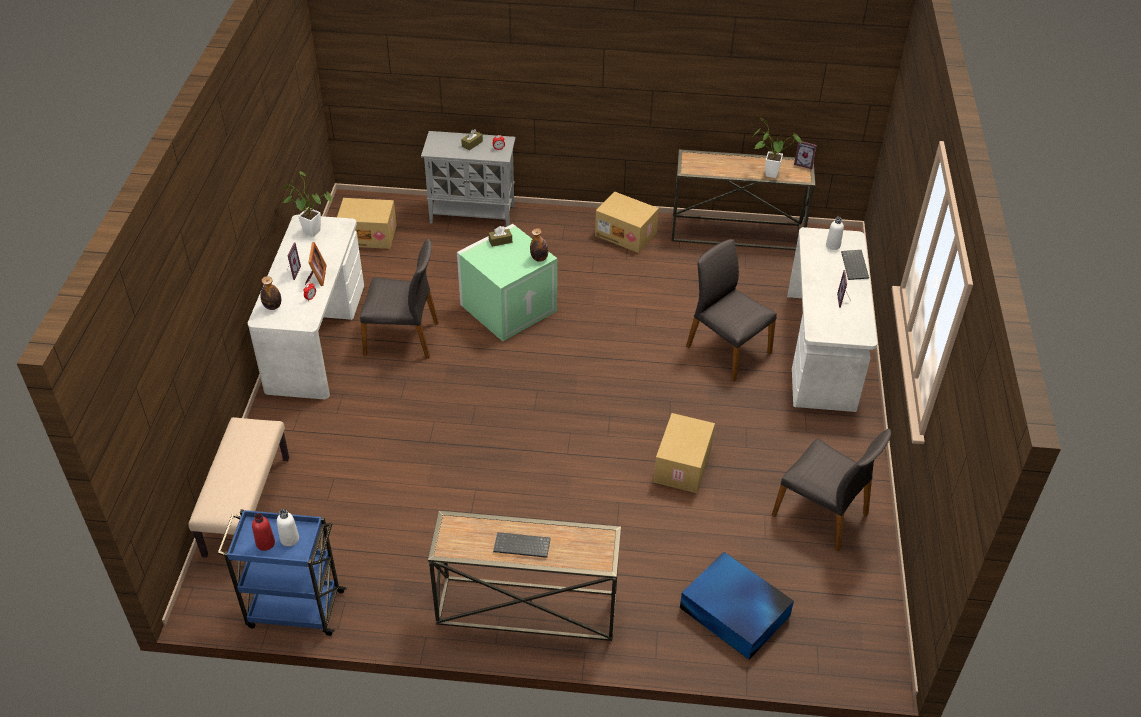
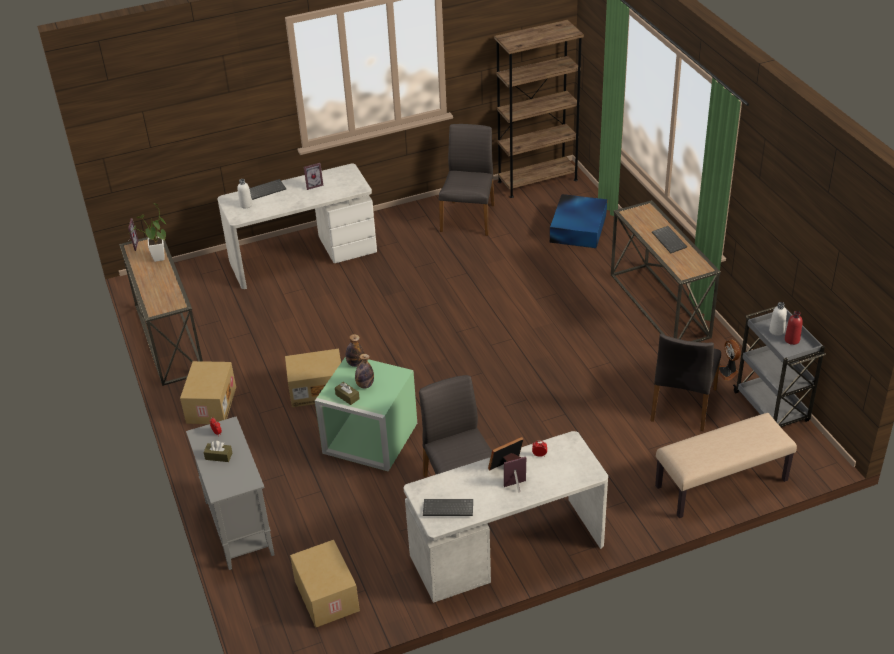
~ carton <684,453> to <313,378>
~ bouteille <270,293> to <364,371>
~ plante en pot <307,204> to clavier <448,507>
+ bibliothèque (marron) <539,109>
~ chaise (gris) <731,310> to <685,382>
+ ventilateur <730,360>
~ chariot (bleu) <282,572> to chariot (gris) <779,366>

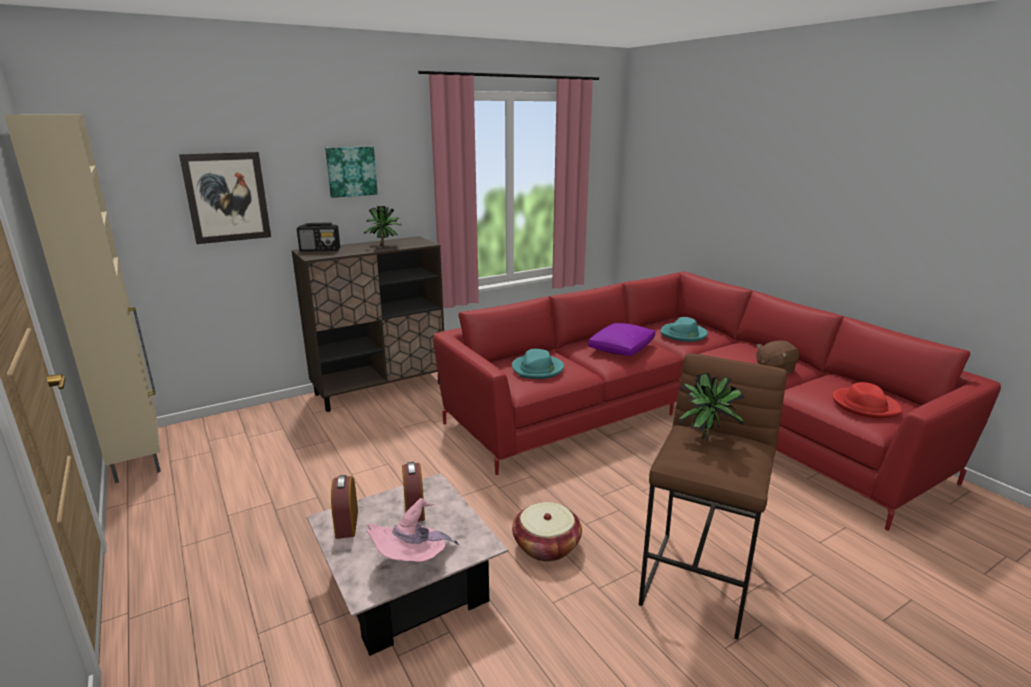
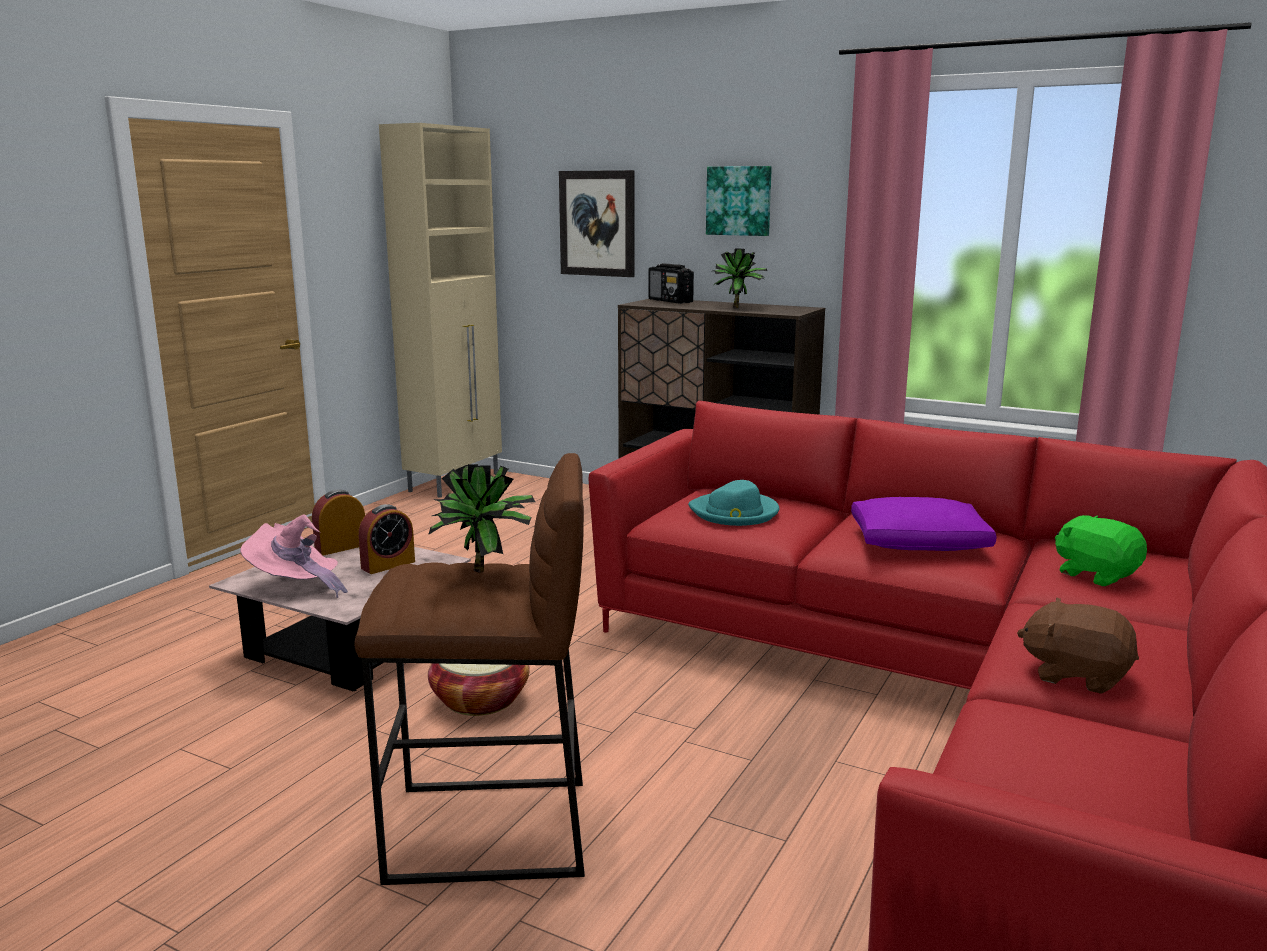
~ chapeau (turquoise) <684,329> to peluche (vert) <1101,550>
- chapeau (rouge) <867,400>

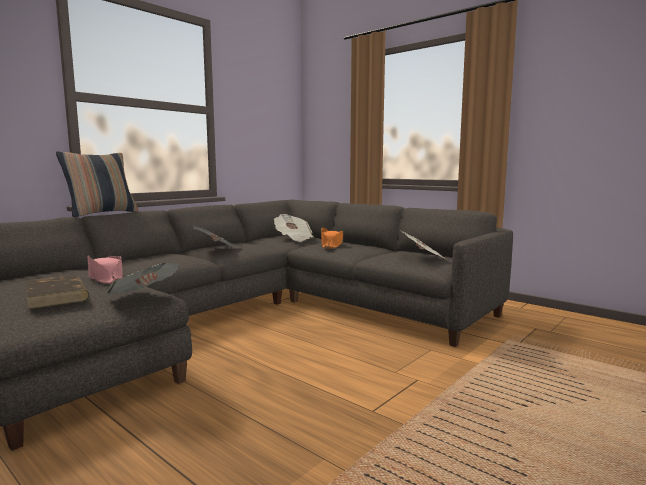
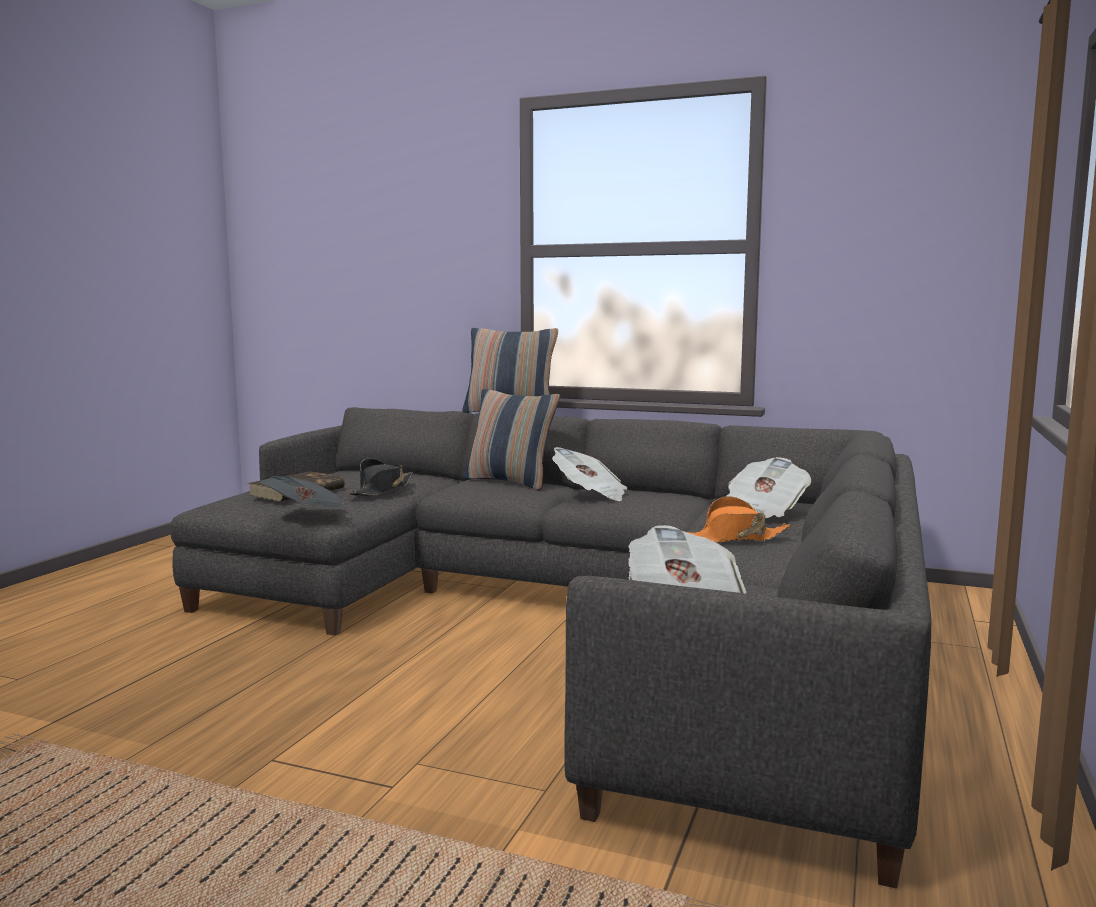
~ chapeau (rose) <105,270> to chapeau (noir) <380,477>
+ coussin <511,439>

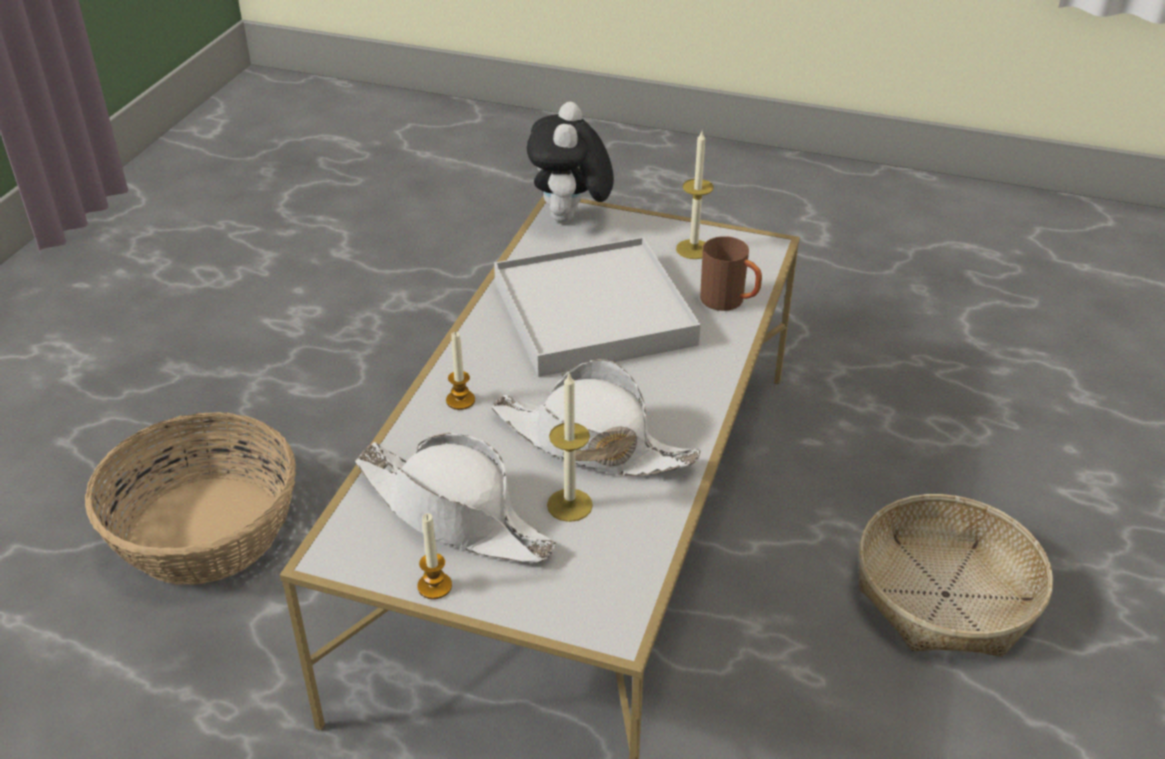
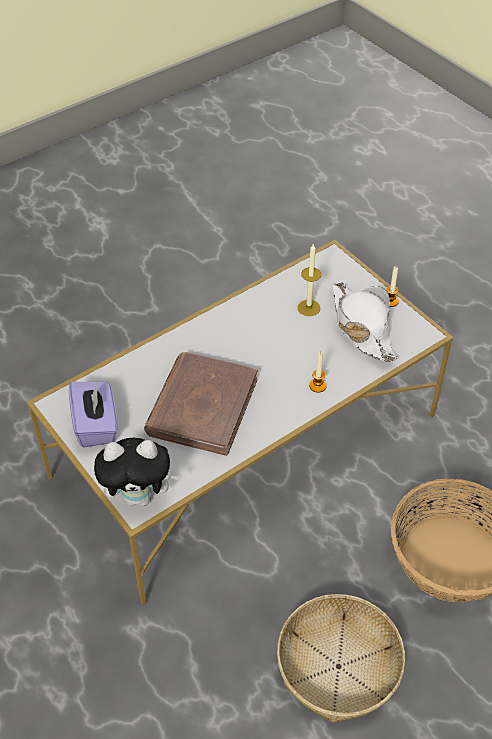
~ bougie <695,195> to boîte à mouchoirs (violet) <93,414>
~ peluche <570,162> = <138,472> 45 degrees clockwise
~ plateau (blanc) <597,307> to livre (marron) <200,404>
~ panier <956,575> to <341,658>
- chapeau (blanc) <596,417>
- mug (marron) <731,273>

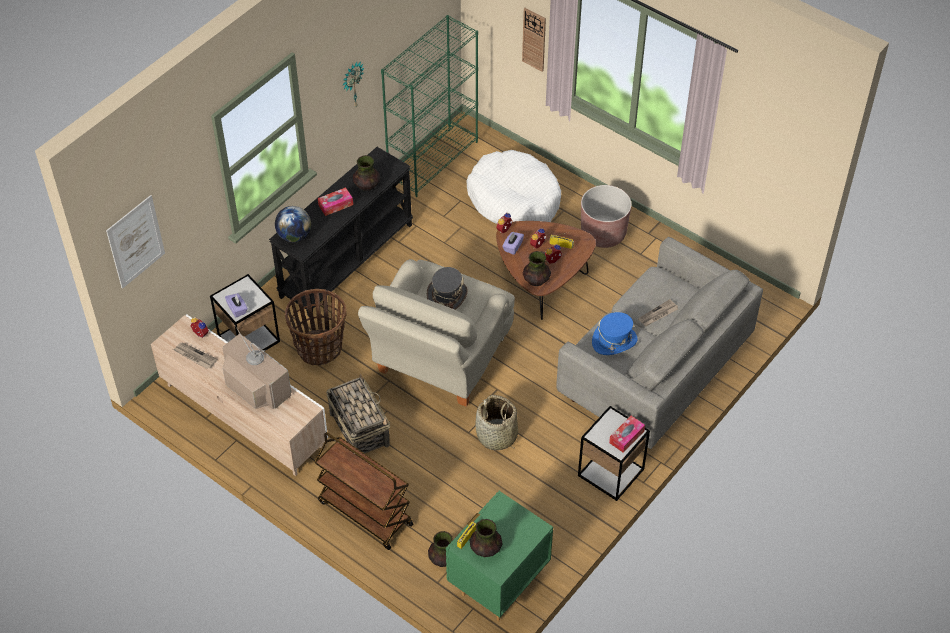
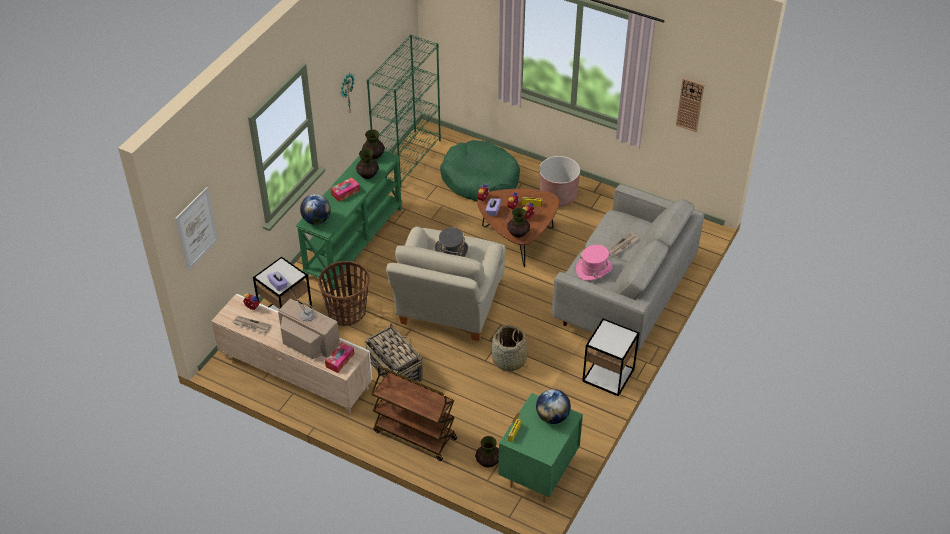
~ table console (noir) <341,232> to table console (vert) <349,220>
~ boîte à mouchoirs <627,434> to <339,357>
~ vase <486,538> to <373,144>
~ panier pour chien (blanc) <514,187> to panier pour chien (vert) <480,171>
+ globe <553,406>
~ chapeau (bleu) <615,333> to chapeau (rose) <594,263>
~ horloge murale <534,40> to <690,105>

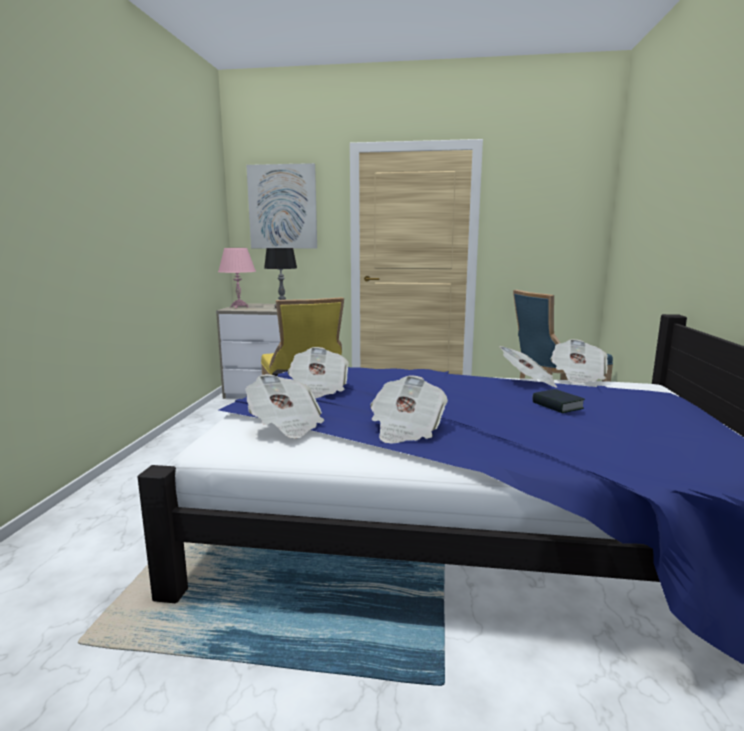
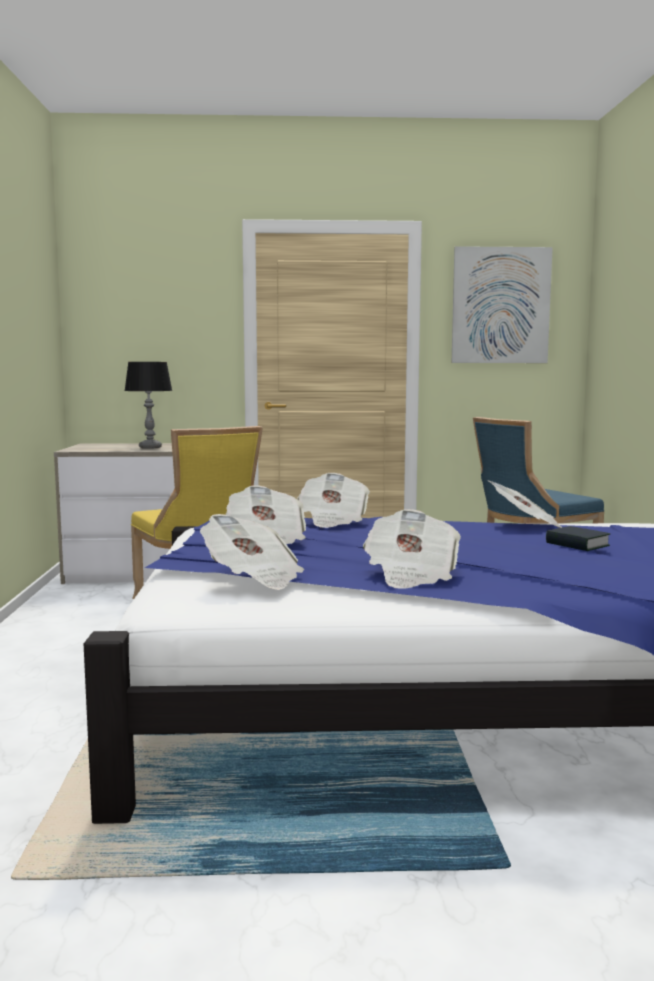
~ journal <579,361> to <333,500>
~ tableau <281,206> to <502,304>
- lampe de table (rose) <237,278>

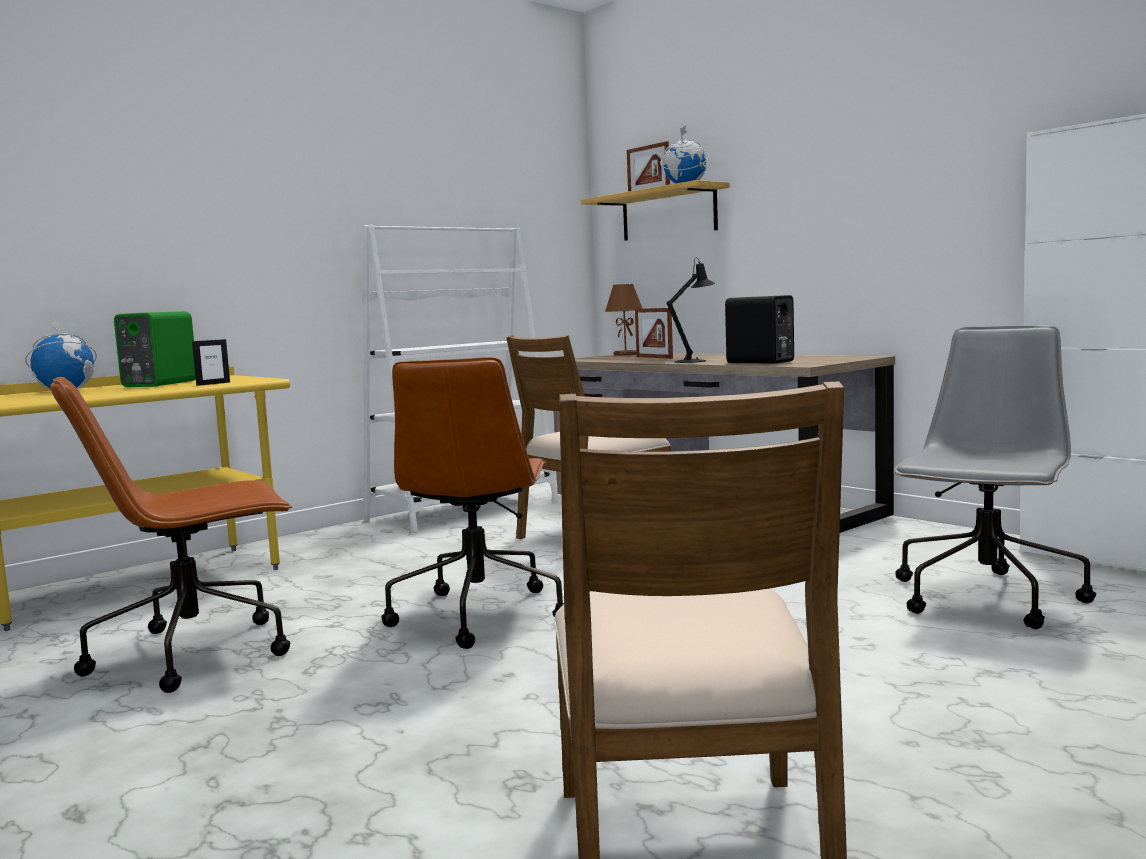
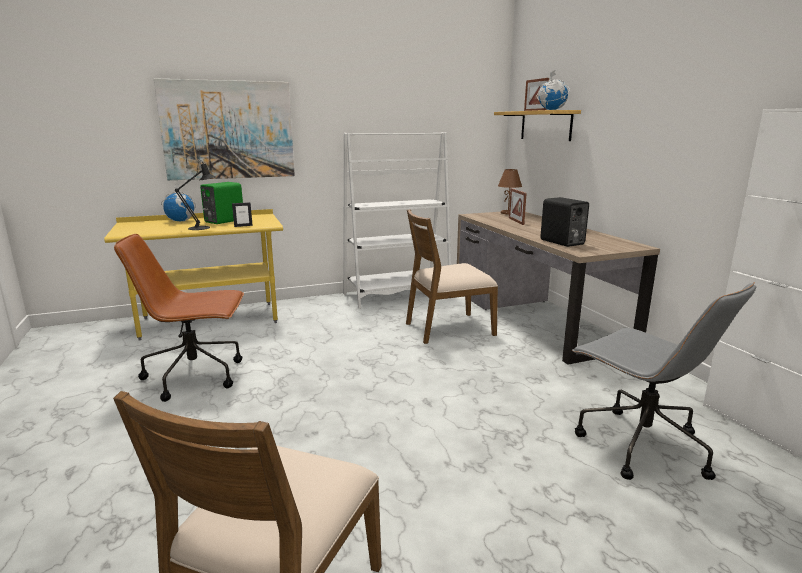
+ tableau <224,129>
~ lampe de table (noir) <690,310> to <195,195>
~ chaise de bureau (gris) <995,477> = <664,381> 90 degrees clockwise
- chaise de bureau (marron) <472,503>

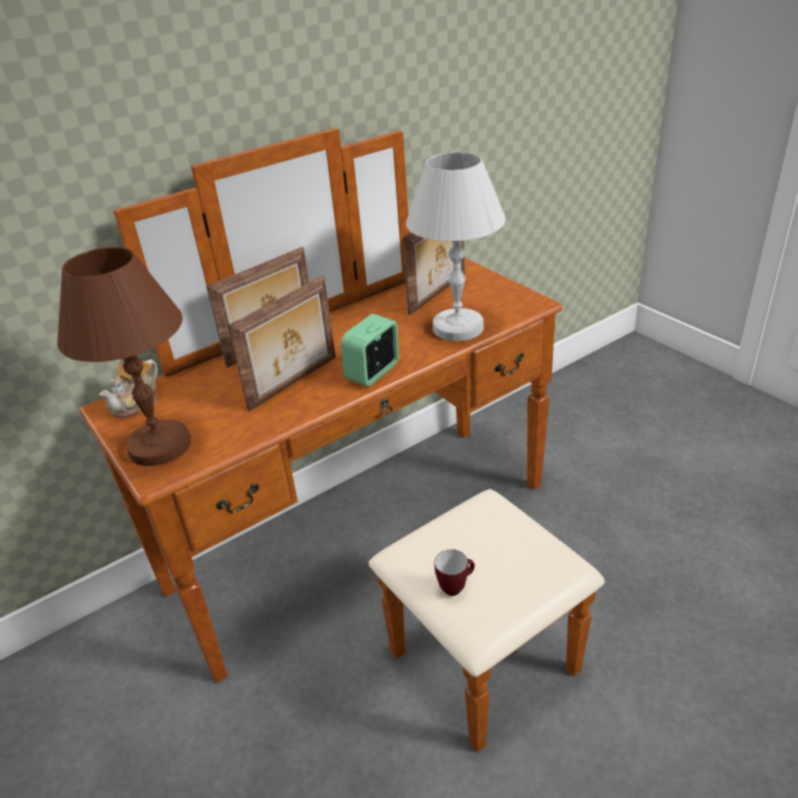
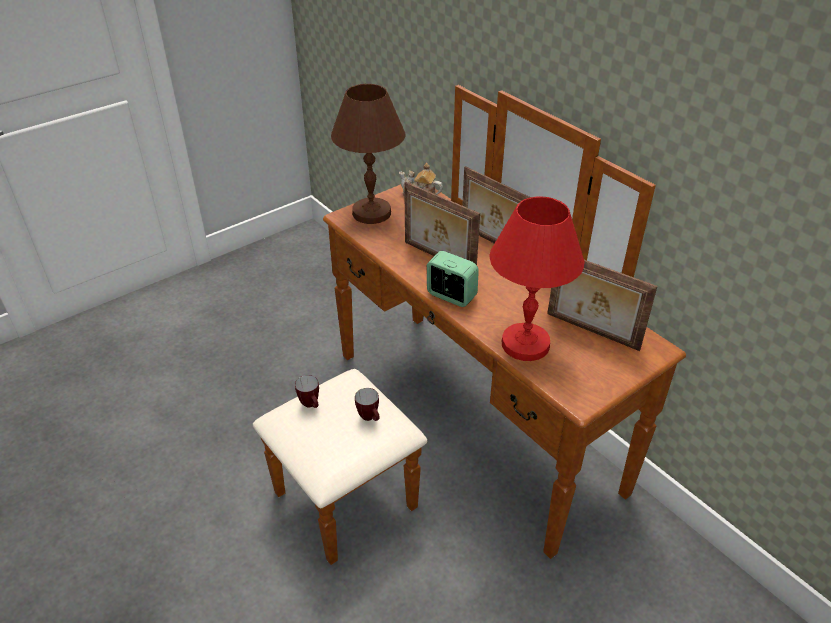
+ mug <367,404>
~ lampe de table (blanc) <456,246> to lampe de table (rouge) <537,278>

